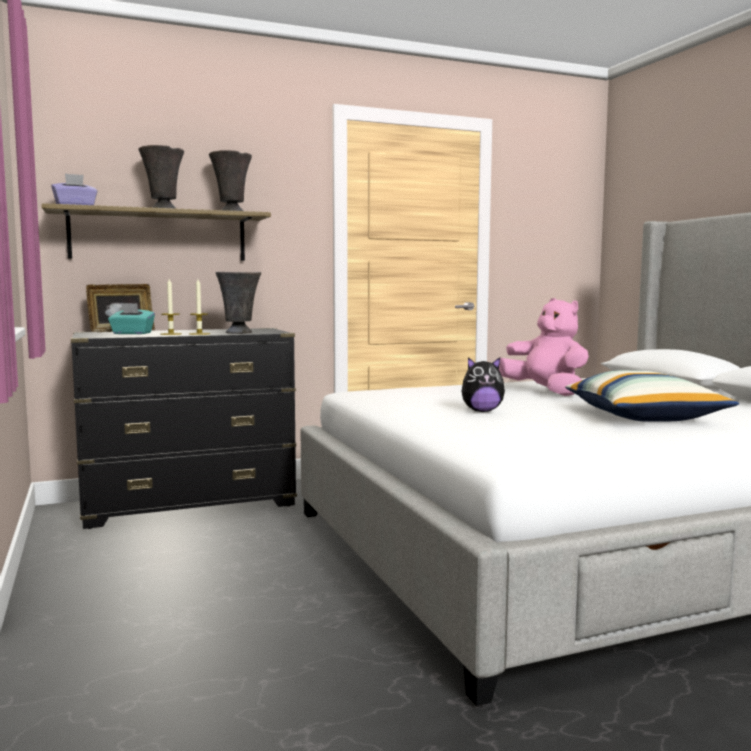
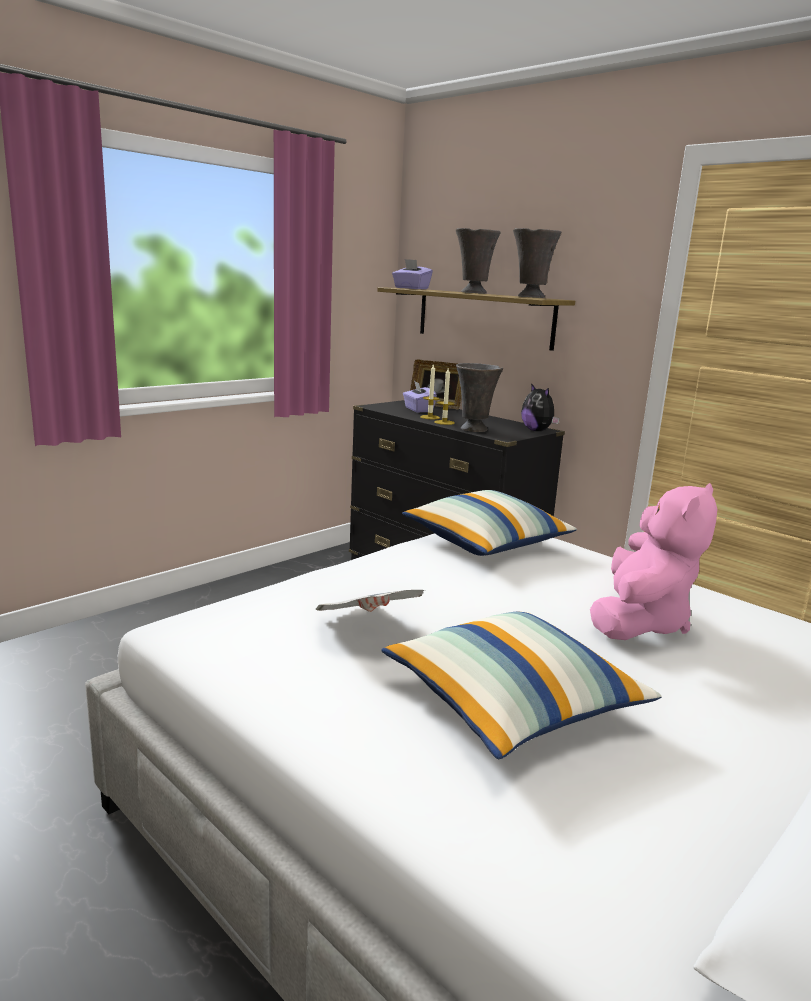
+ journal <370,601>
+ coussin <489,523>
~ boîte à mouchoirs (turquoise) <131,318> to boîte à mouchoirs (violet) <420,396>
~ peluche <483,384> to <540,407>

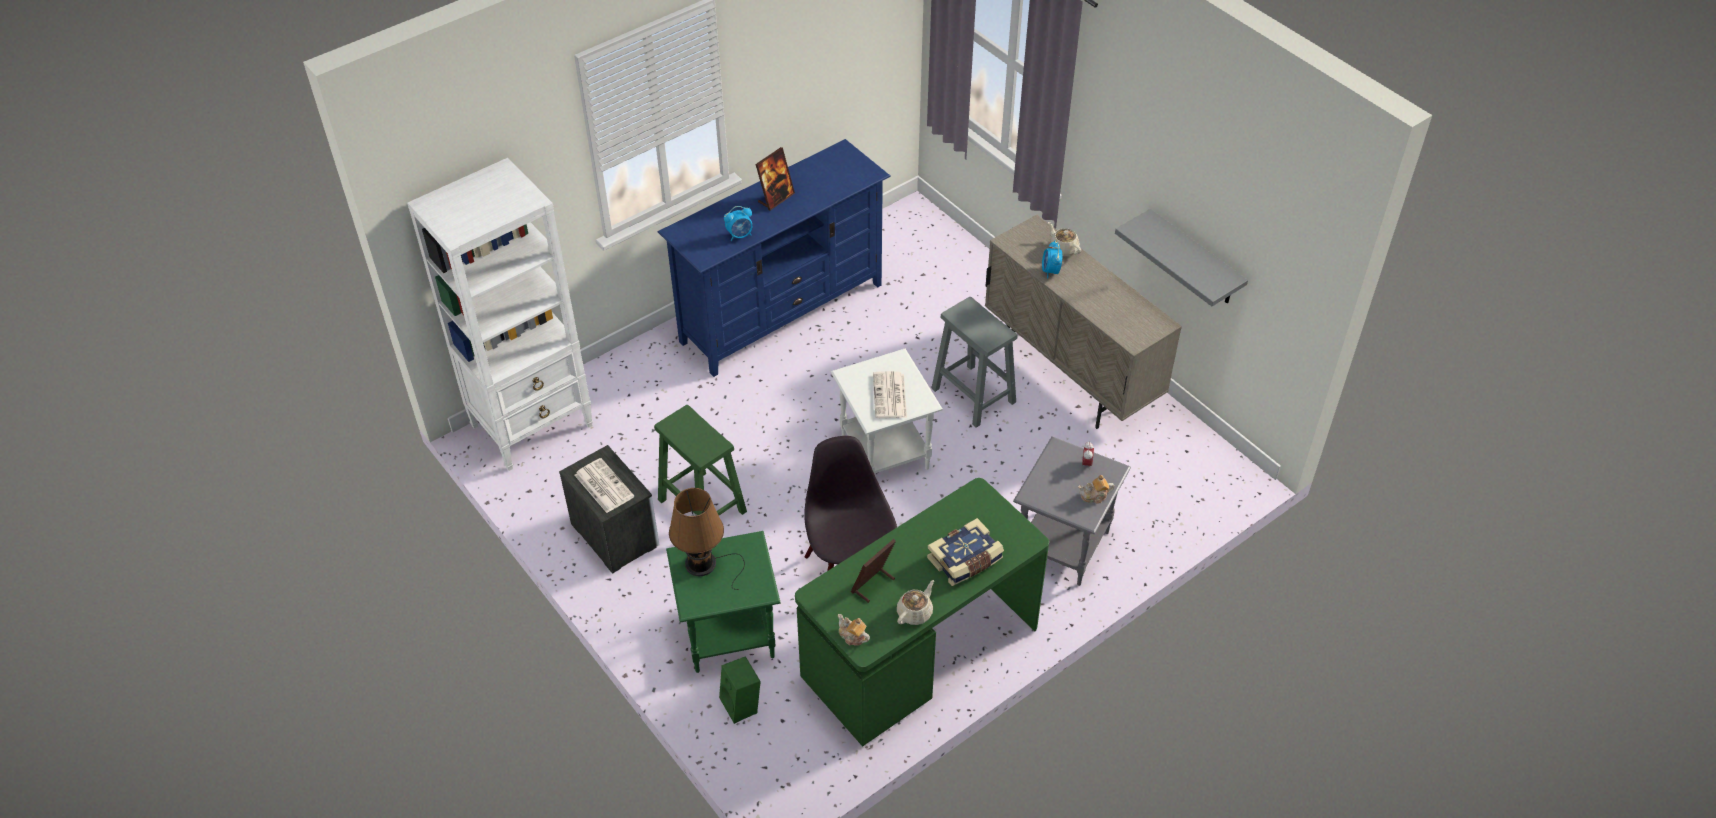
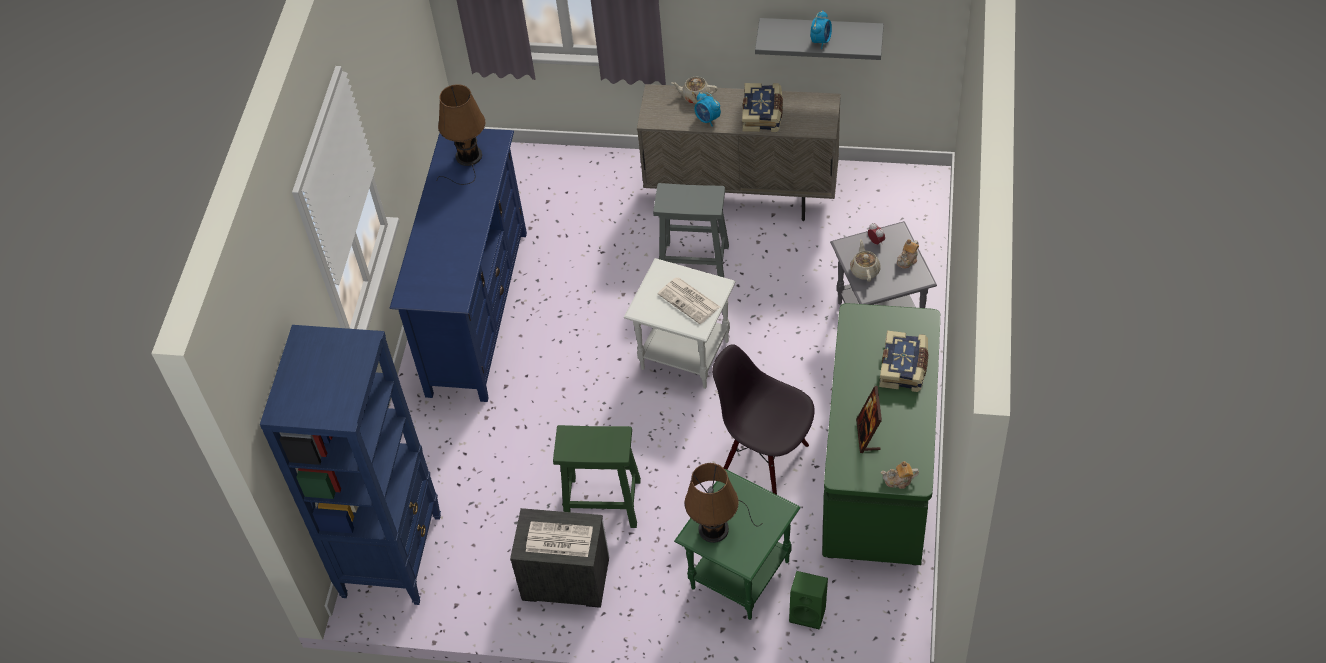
~ bibliothèque (blanc) <500,314> to bibliothèque (bleu) <350,465>
+ lampe de table (marron) <461,134>
+ livre <762,107>
~ réveil <738,223> to <821,29>
~ théière (beige) <915,602> to <865,260>
- cadre photo <775,179>

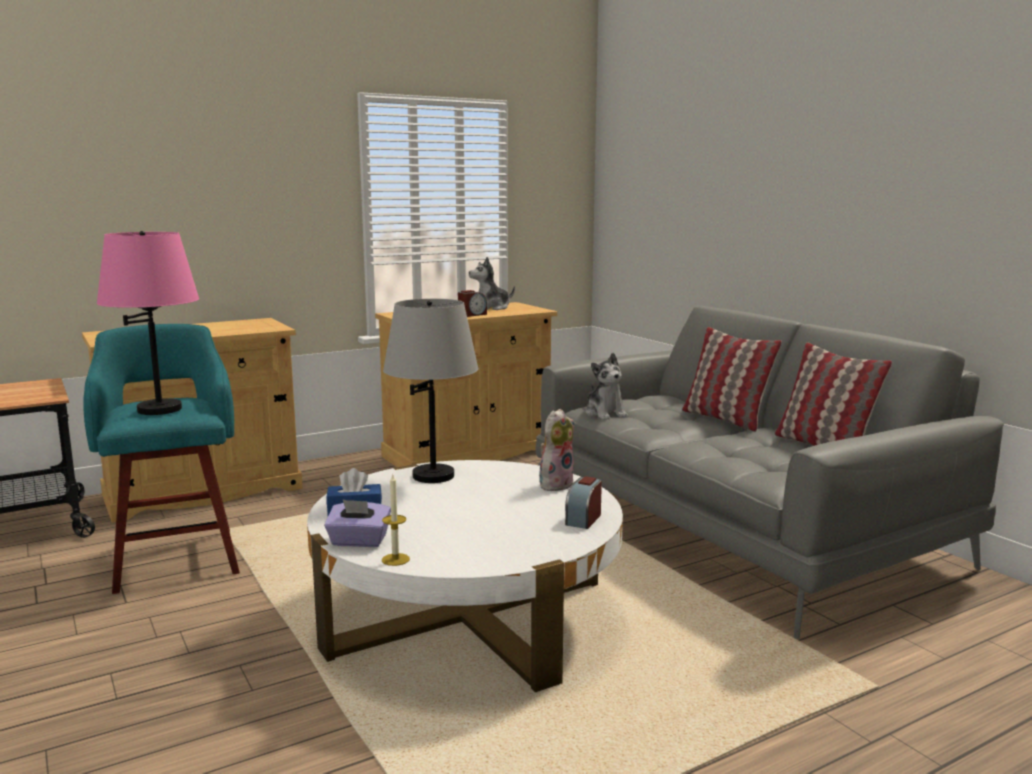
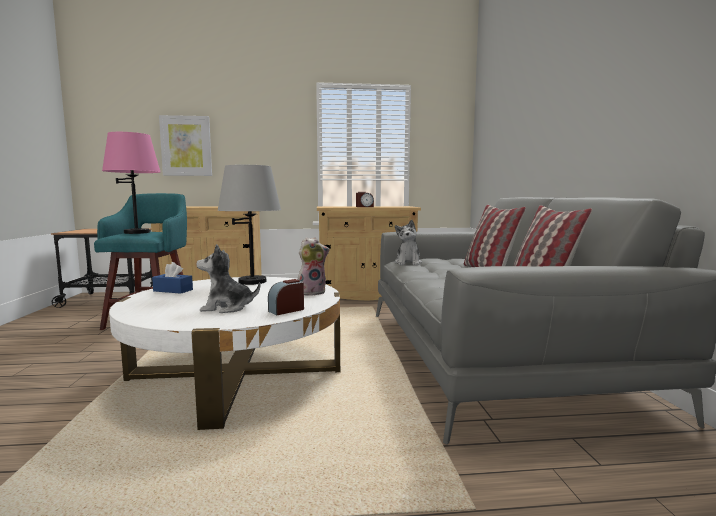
+ tableau <185,145>
~ peluche <492,283> to <228,278>
- boîte à mouchoirs (violet) <357,523>
- bougie <396,520>

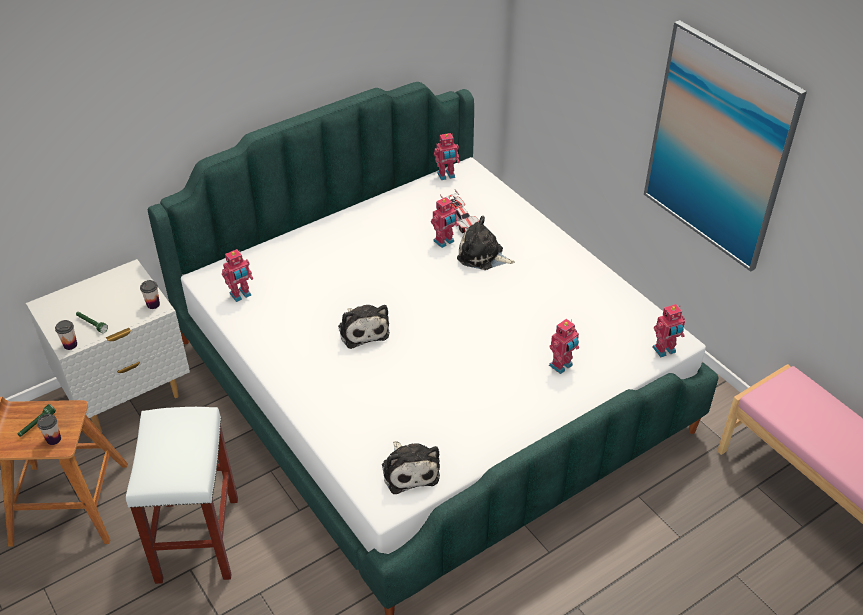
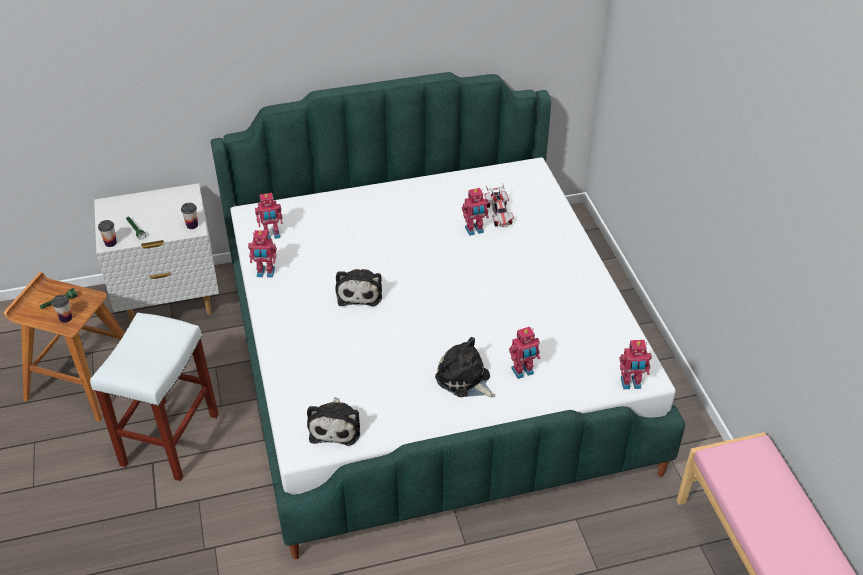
~ robot jouet <446,156> to <262,254>
~ peluche <486,243> to <465,367>
- tableau <725,145>

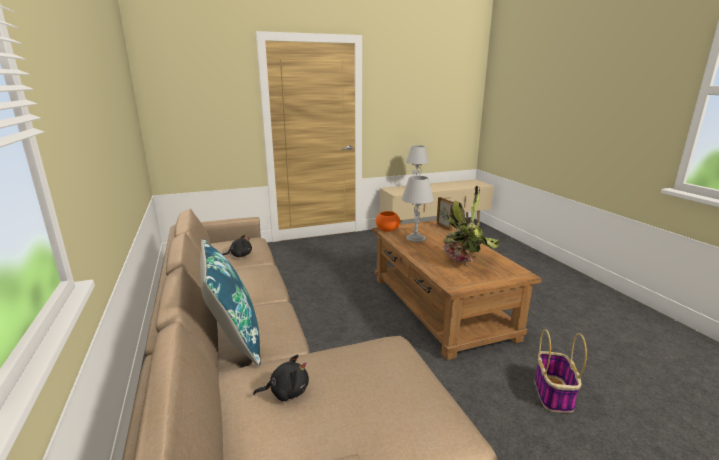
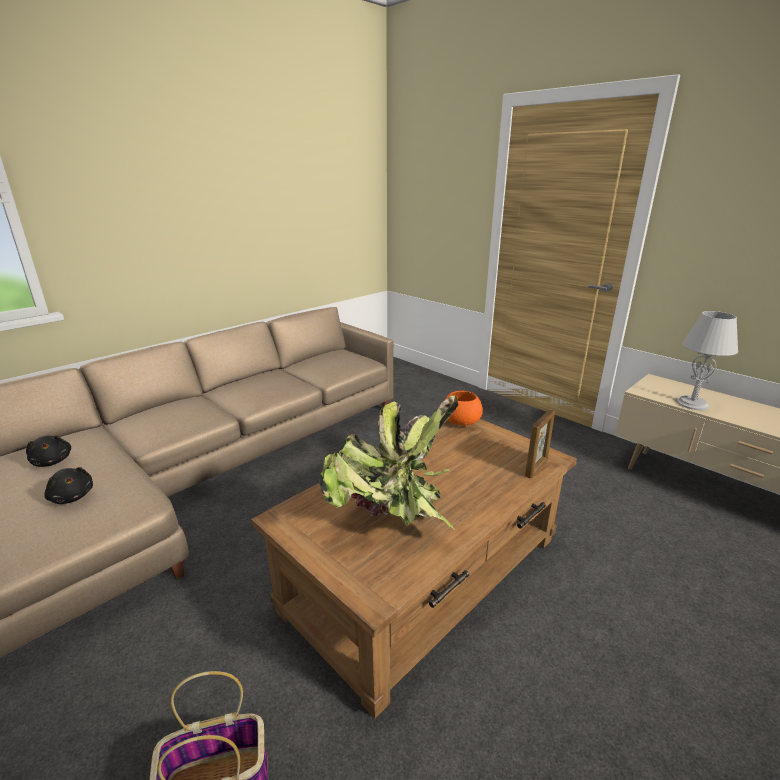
~ peluche (noir) <237,246> to <68,485>
- coussin (bleu) <230,302>
- lampe de table (gris) <418,209>

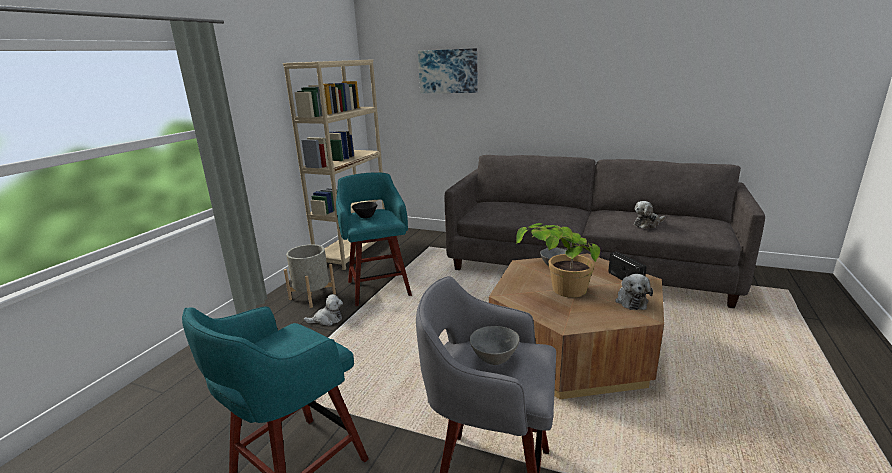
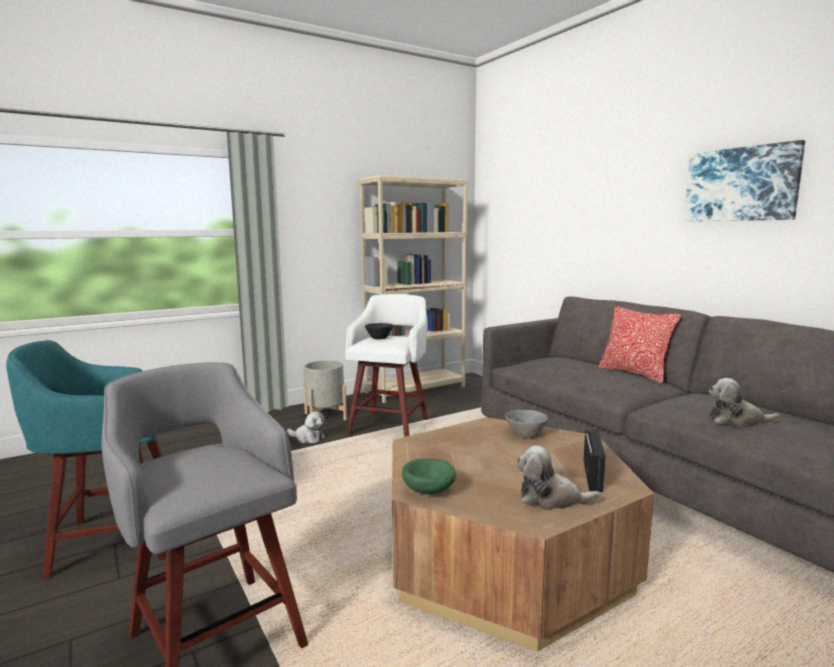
~ tabouret (turquoise) <374,239> to tabouret (blanc) <386,365>
+ bol (vert) <429,476>
~ peluche <634,292> = <559,478> 60 degrees clockwise
+ coussin <639,345>
~ tableau <448,70> to <744,180>
- bol (gris) <494,345>
- plante en pot <558,260>

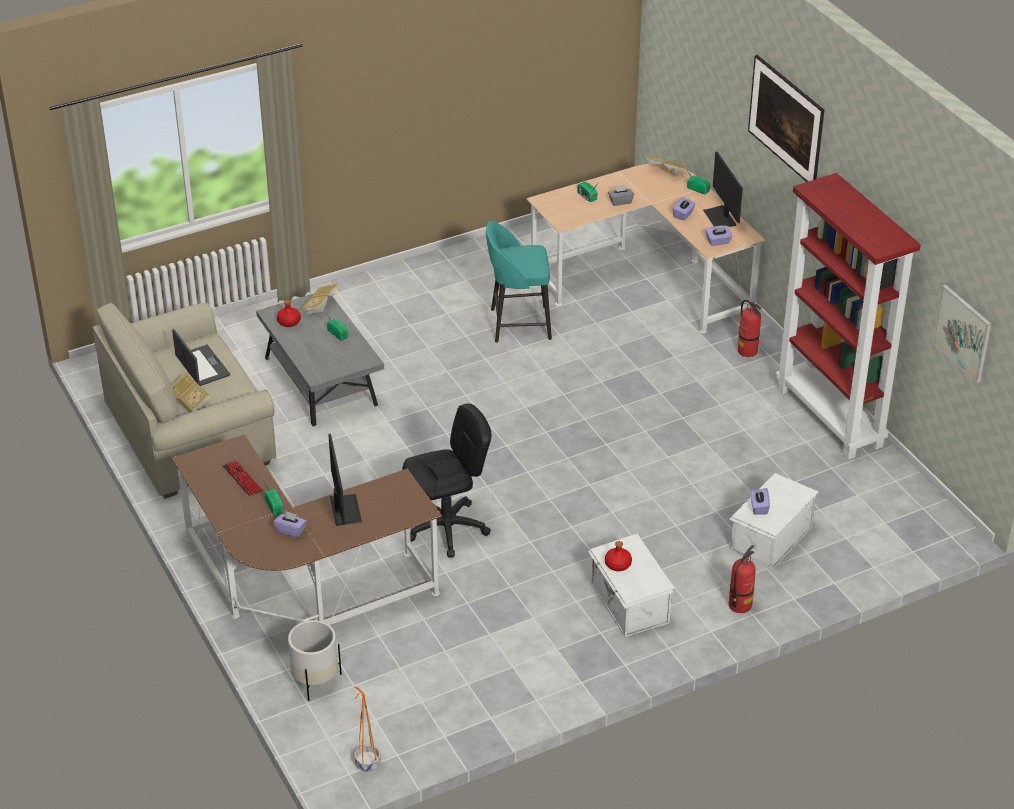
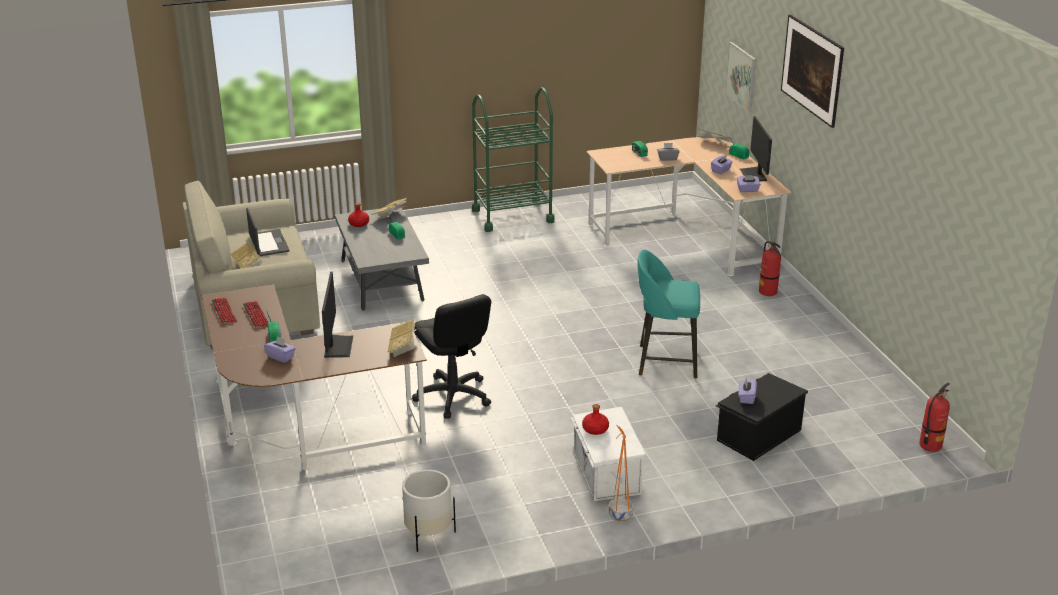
+ clavier <224,311>
+ livre <403,338>
~ cache-pot (blanc) <315,660> to <429,511>
~ chaise de bureau (noir) <447,480> = <451,356> 75 degrees clockwise
+ chariot (vert) <513,159>
~ cache-pot (orange) <367,729> to <621,473>
~ tabouret (turquoise) <519,282> to <669,314>
~ boîte de rangement (blanc) <773,521> to boîte de rangement (noir) <762,417>
~ tableau <962,333> to <740,77>
~ extincteur <742,579> to <934,417>
- bibliothèque (rouge) <848,316>

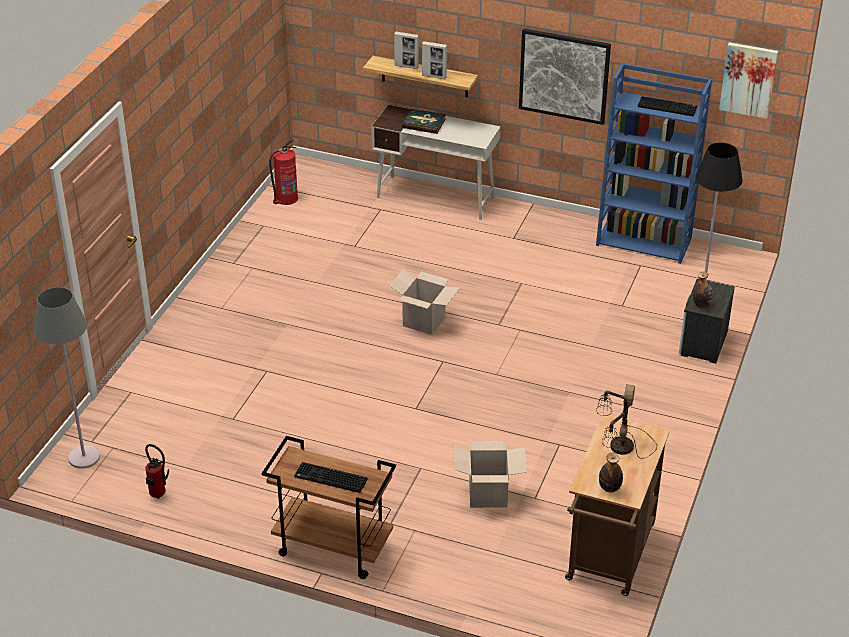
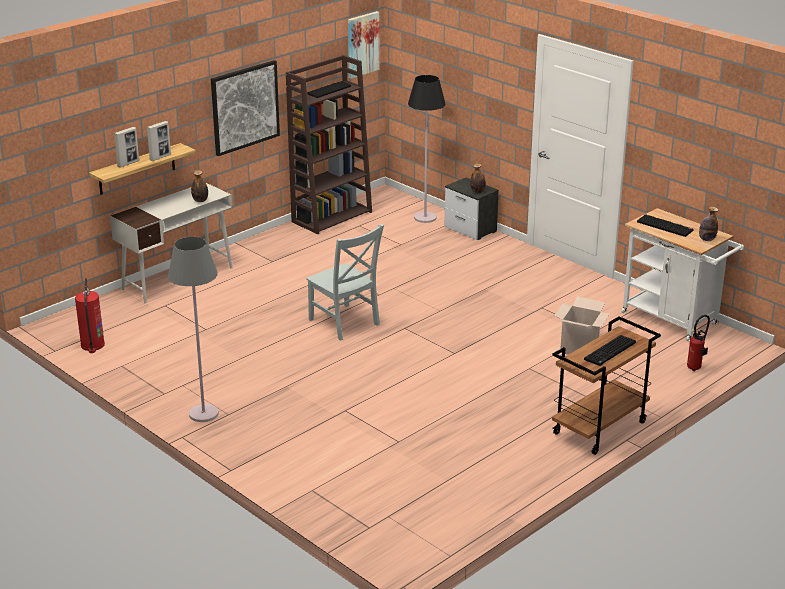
~ lampadaire (gris) <66,378> to <193,329>
+ bouteille <199,186>
~ bibliothèque (bleu) <654,163> to bibliothèque (marron) <329,144>
~ carton <424,302> to chaise (gris) <345,282>
~ chariot (marron) <617,505> to chariot (blanc) <683,274>
~ lampe de table <626,421> to clavier <665,226>
~ extincteur <157,471> to <698,343>
- livre <424,121>

